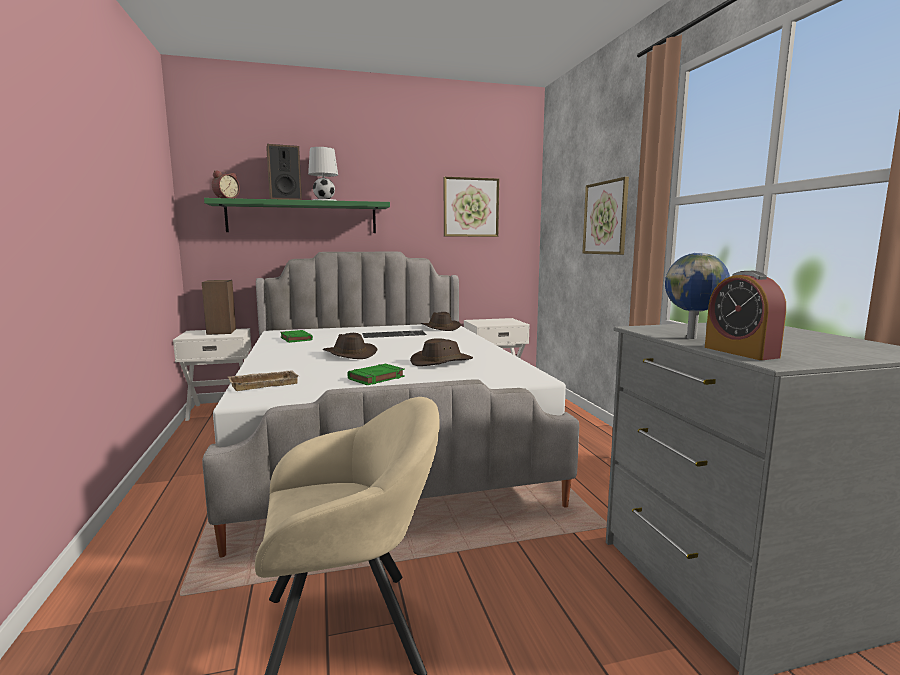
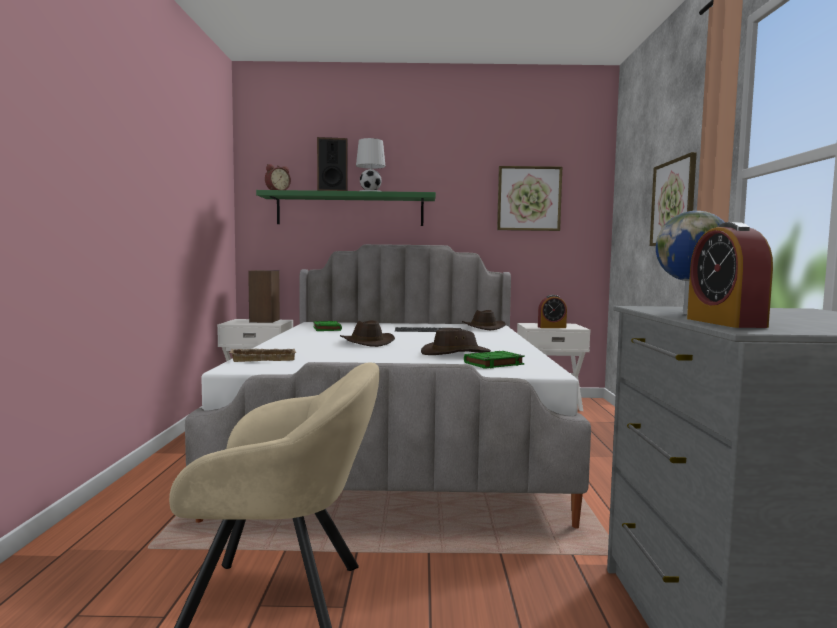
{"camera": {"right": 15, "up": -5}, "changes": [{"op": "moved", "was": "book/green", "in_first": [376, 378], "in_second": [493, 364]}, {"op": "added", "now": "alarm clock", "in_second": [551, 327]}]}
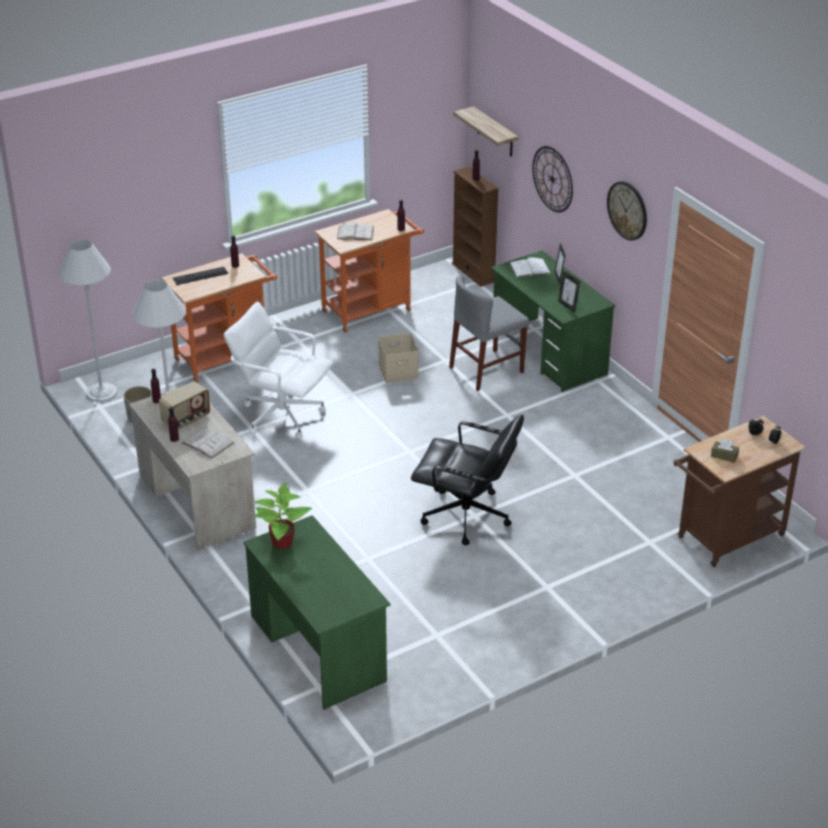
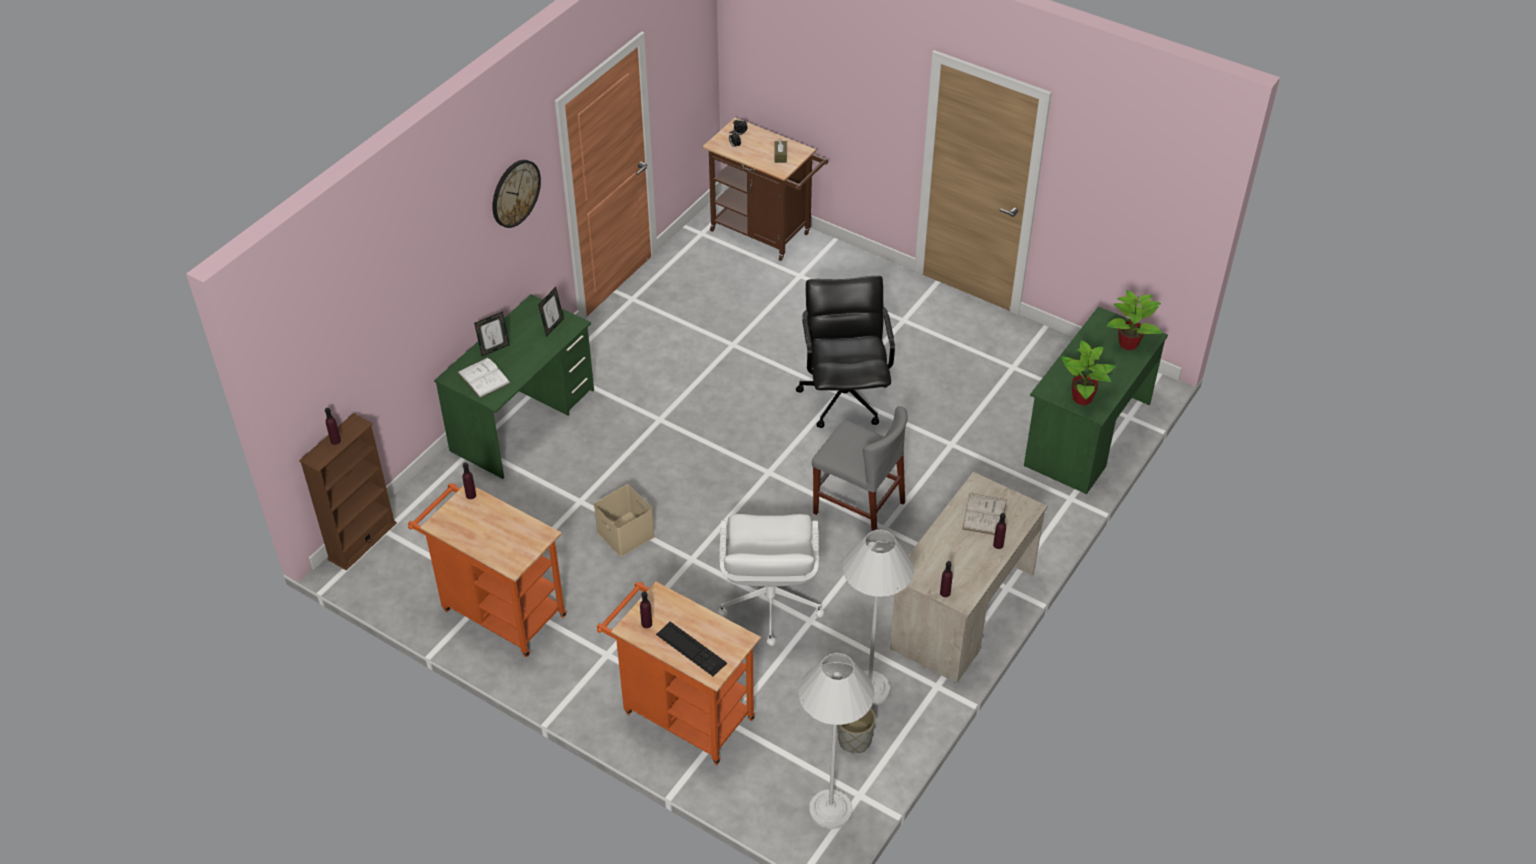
{"camera": {"right": -115, "up": 10}, "changes": [{"op": "removed", "was": "shelf", "in_first": [495, 132]}, {"op": "removed", "was": "wall clock", "in_first": [552, 179]}, {"op": "removed", "was": "book/white", "in_first": [355, 233]}, {"op": "moved", "was": "chair/grey", "in_first": [486, 370], "in_second": [858, 508]}, {"op": "removed", "was": "radio", "in_first": [186, 419]}, {"op": "added", "now": "potted plant", "in_second": [1129, 343]}]}
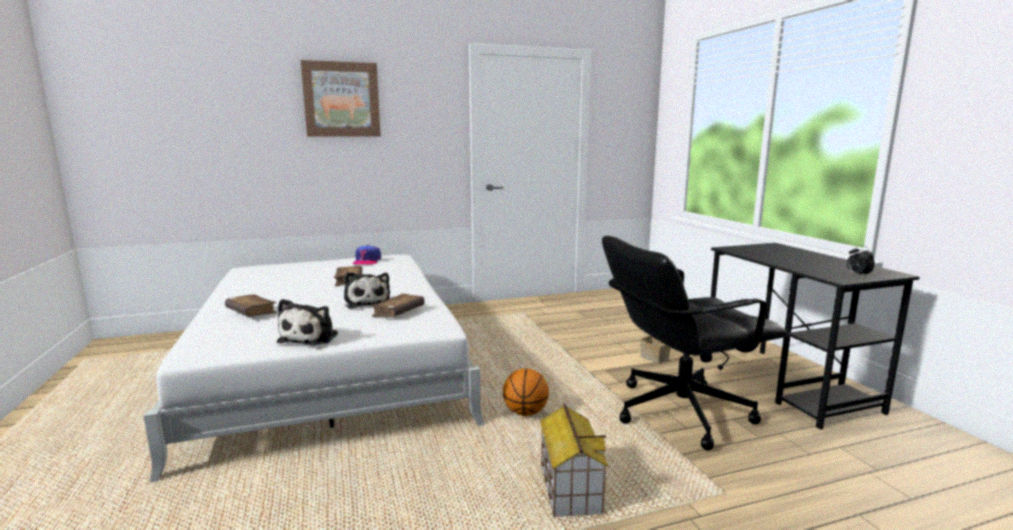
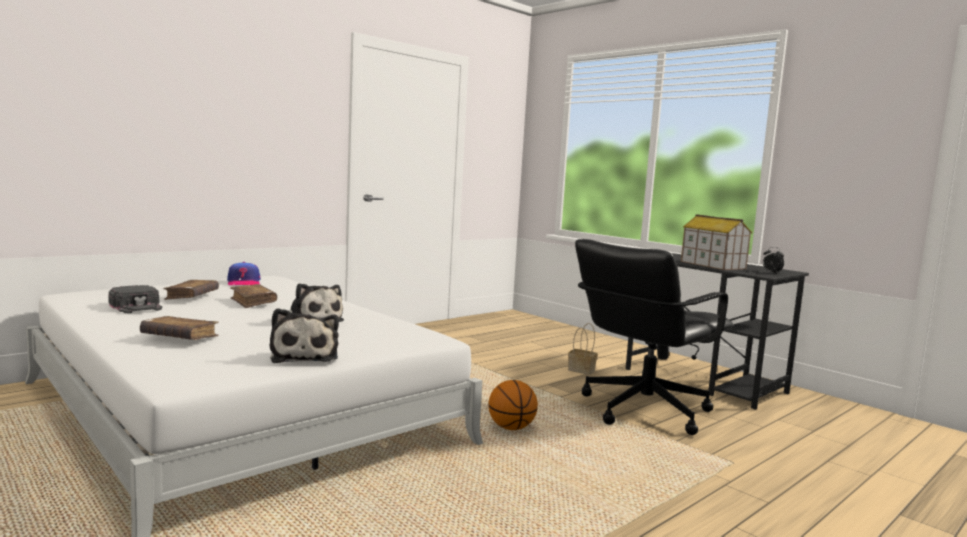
{"camera": {"right": -25, "up": -5}, "changes": [{"op": "removed", "was": "picture", "in_first": [341, 99]}, {"op": "moved", "was": "book/brown", "in_first": [398, 312], "in_second": [192, 296]}, {"op": "moved", "was": "toy house", "in_first": [569, 488], "in_second": [712, 265]}, {"op": "added", "now": "cap/black", "in_second": [136, 306]}]}
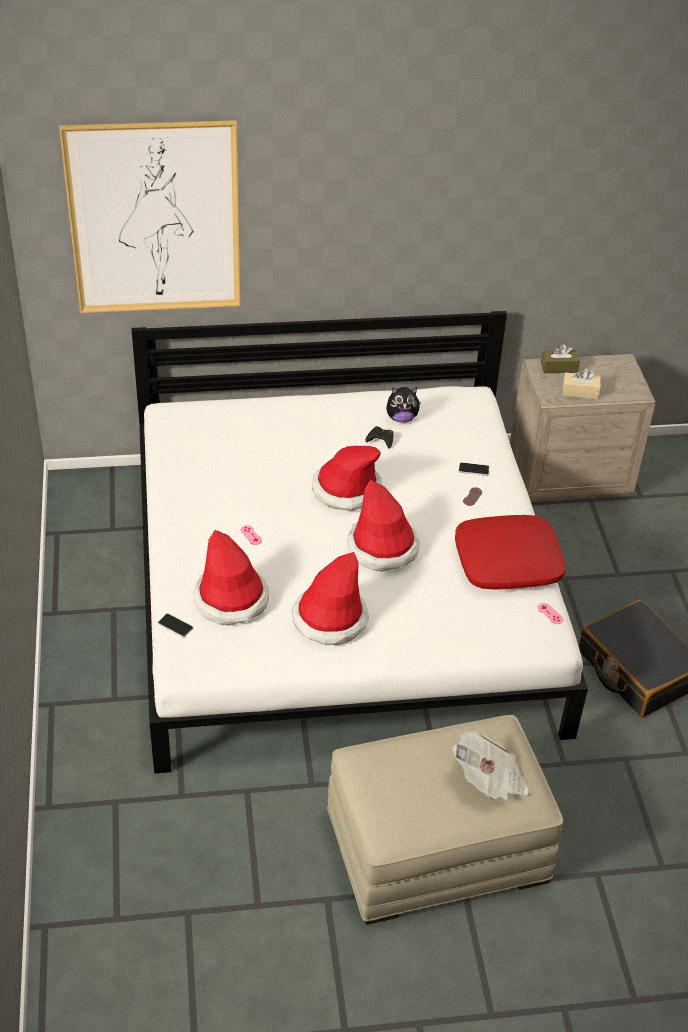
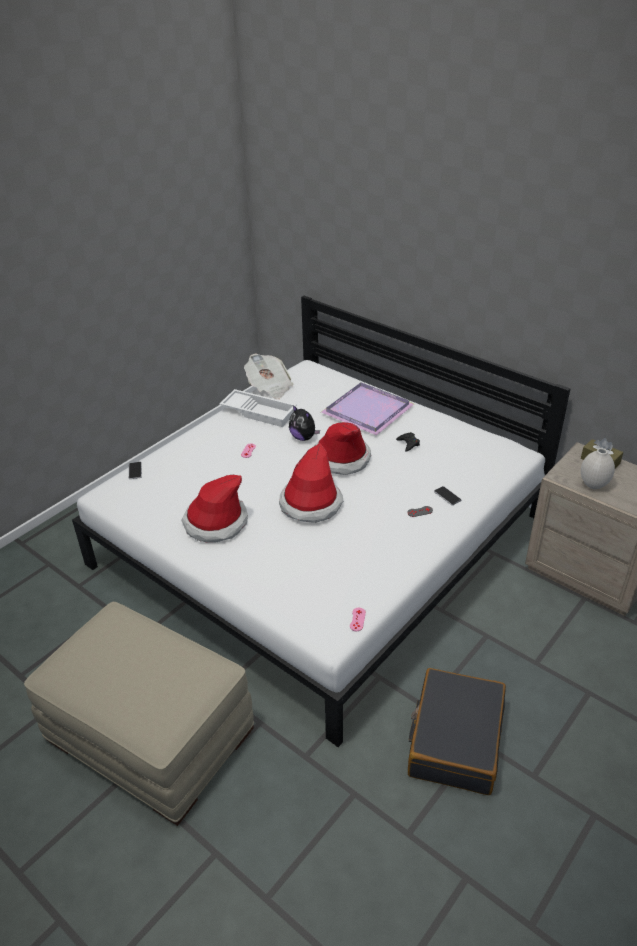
{"camera": {"right": 50, "up": -5}, "changes": [{"op": "removed", "was": "picture", "in_first": [154, 219]}, {"op": "replaced", "was": "tissue box/beige", "now": "vase/white", "in_first": [580, 392], "in_second": [594, 485]}, {"op": "moved", "was": "plush toy", "in_first": [401, 418], "in_second": [303, 437]}, {"op": "removed", "was": "pillow/red", "in_first": [507, 562]}, {"op": "removed", "was": "hat", "in_first": [231, 599]}, {"op": "moved", "was": "newspaper", "in_first": [489, 780], "in_second": [269, 387]}, {"op": "added", "now": "tray/purple", "in_second": [369, 410]}, {"op": "added", "now": "tray/white", "in_second": [259, 412]}]}
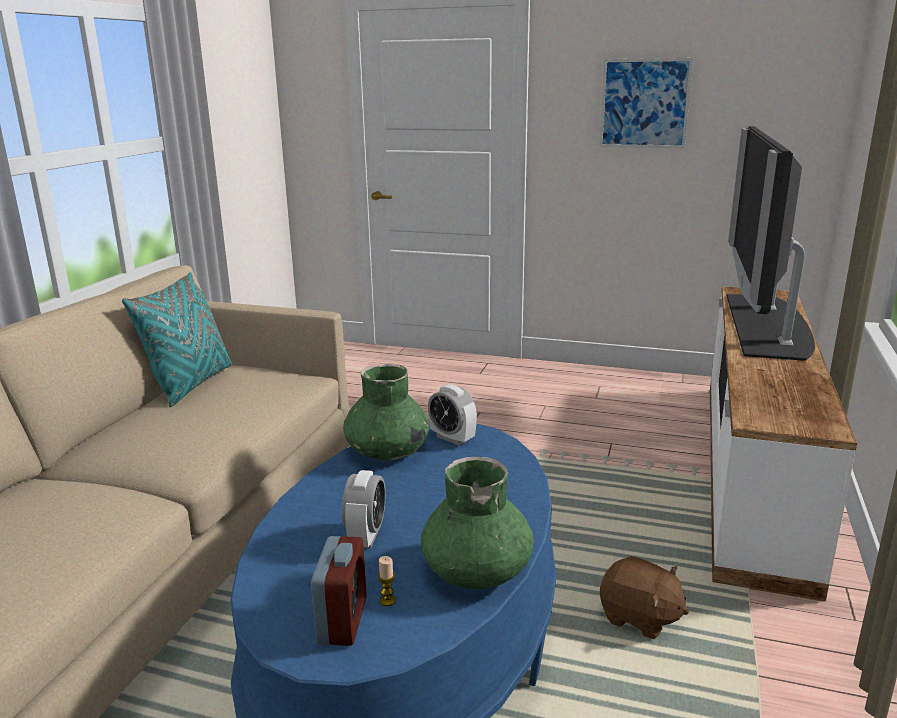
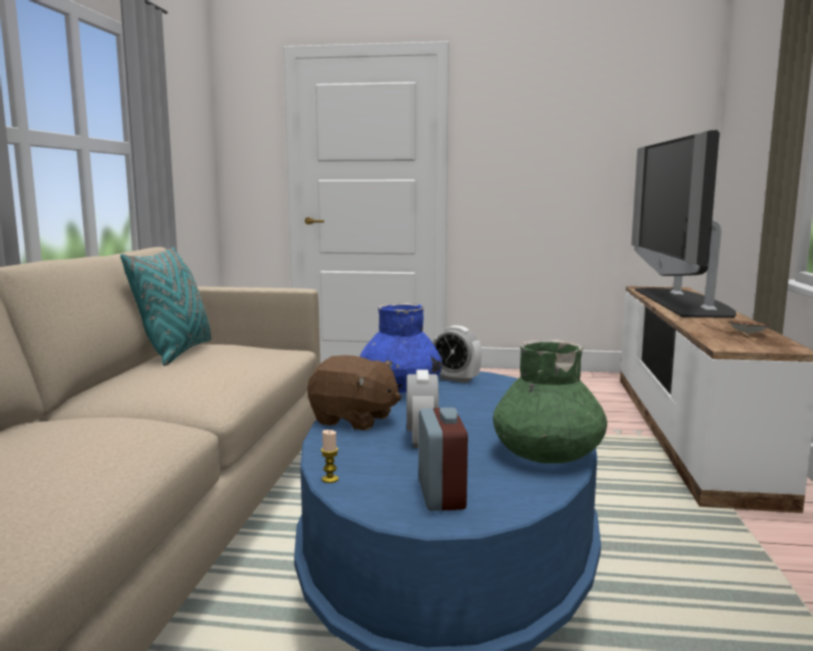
{"camera": {"right": -10, "up": -10}, "changes": [{"op": "removed", "was": "picture", "in_first": [644, 103]}, {"op": "recoloured", "was": "vase/green", "now": "vase/blue", "in_first": [387, 451], "in_second": [400, 389]}, {"op": "moved", "was": "candle", "in_first": [387, 600], "in_second": [330, 479]}, {"op": "moved", "was": "plush toy/brown", "in_first": [639, 617], "in_second": [354, 420]}, {"op": "added", "now": "bowl", "in_second": [747, 333]}]}
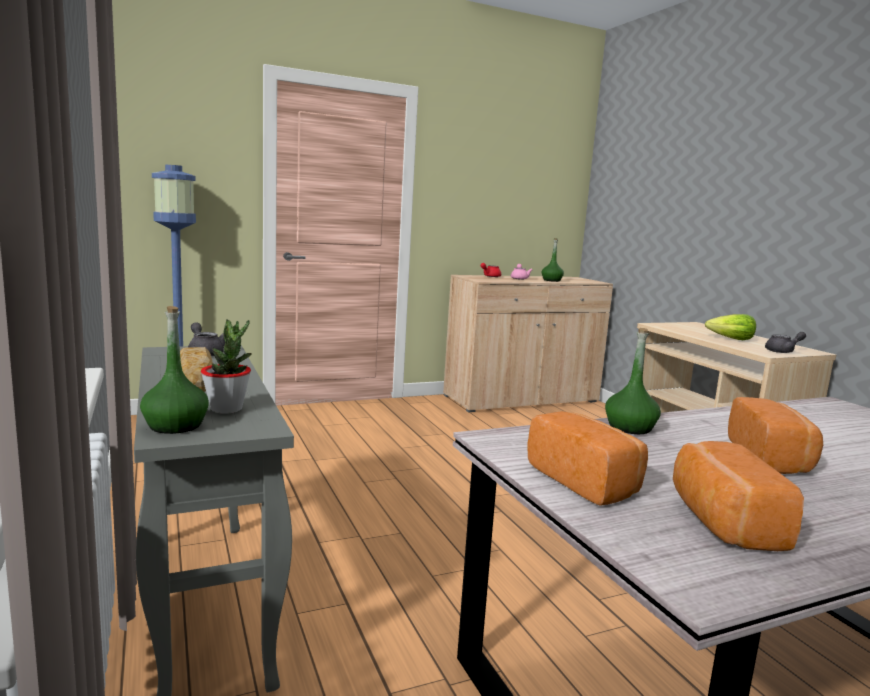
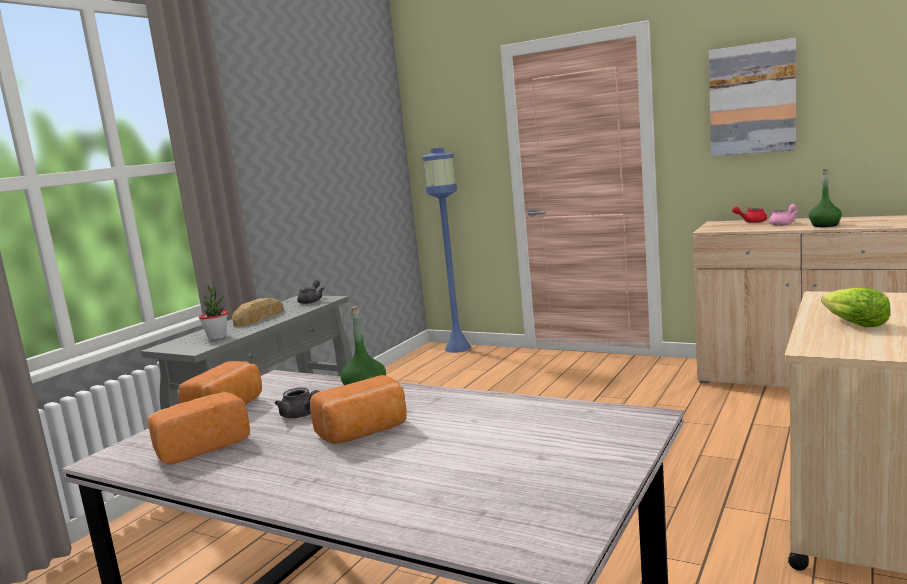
{"camera": {"right": 55, "up": 0}, "changes": [{"op": "removed", "was": "bottle/green", "in_first": [176, 426]}, {"op": "moved", "was": "teapot/grey", "in_first": [783, 351], "in_second": [302, 415]}, {"op": "added", "now": "picture", "in_second": [752, 99]}]}
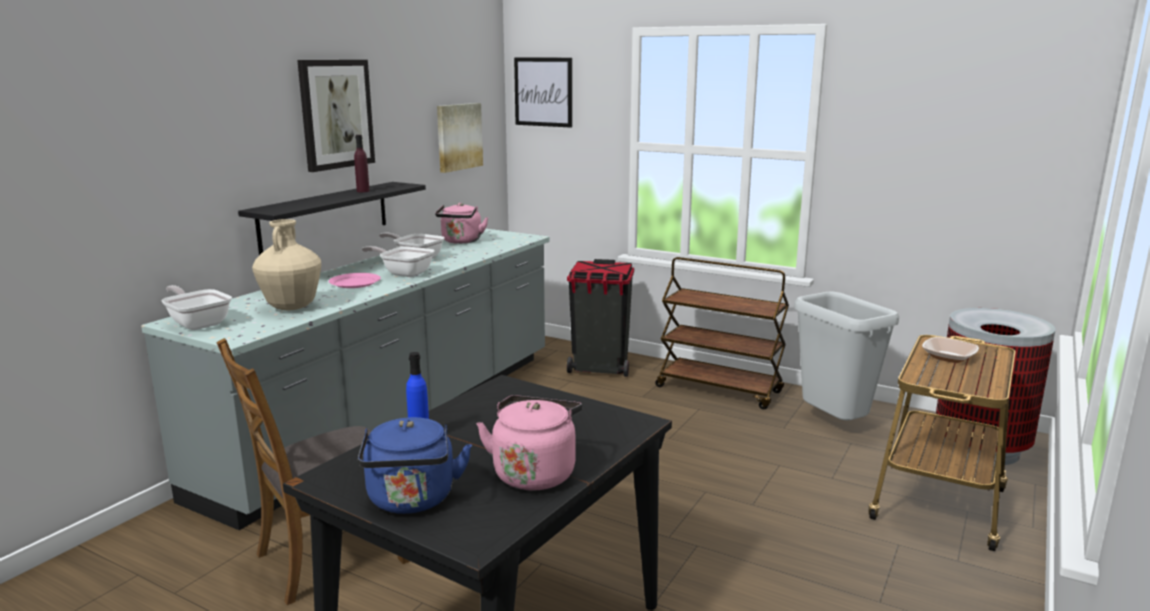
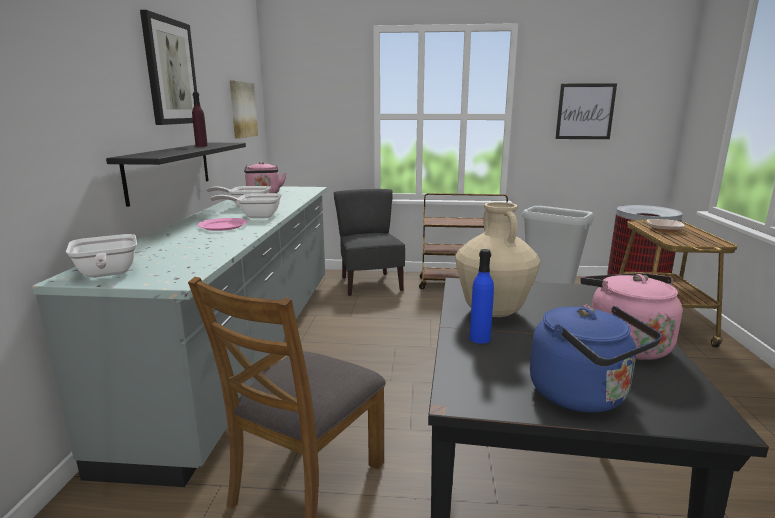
{"camera": {"right": -25, "up": 0}, "changes": [{"op": "moved", "was": "picture", "in_first": [543, 92], "in_second": [585, 111]}, {"op": "moved", "was": "vase/beige", "in_first": [291, 308], "in_second": [493, 312]}, {"op": "replaced", "was": "trash can/black", "now": "chair/grey", "in_first": [600, 369], "in_second": [370, 284]}, {"op": "turned", "was": "frying pan", "in_first": [198, 323], "in_second": [107, 274], "clockwise": -135}]}
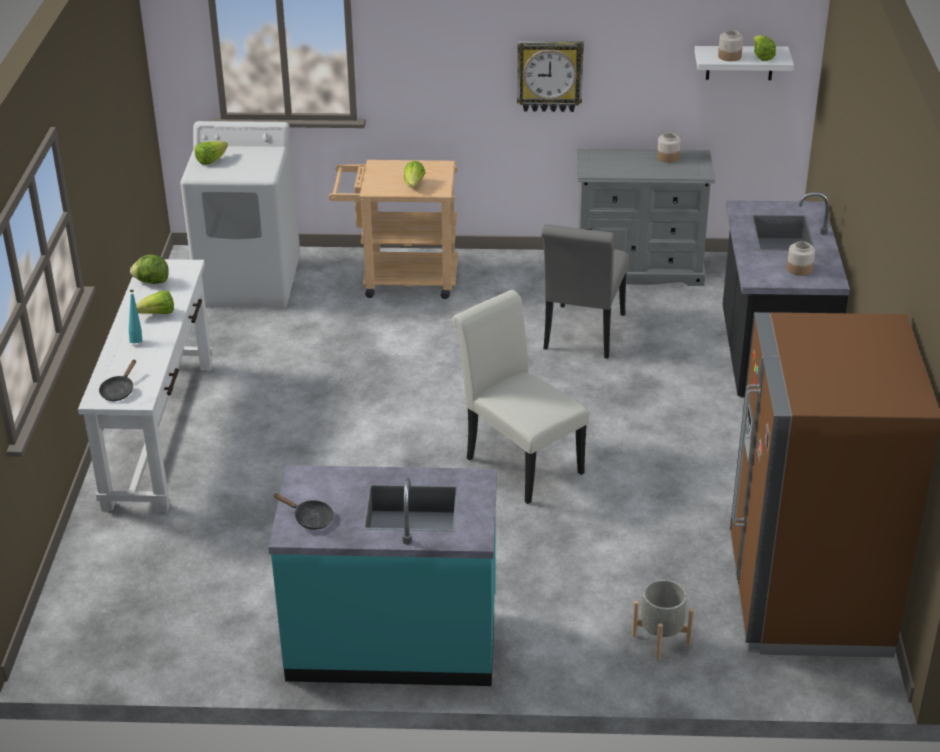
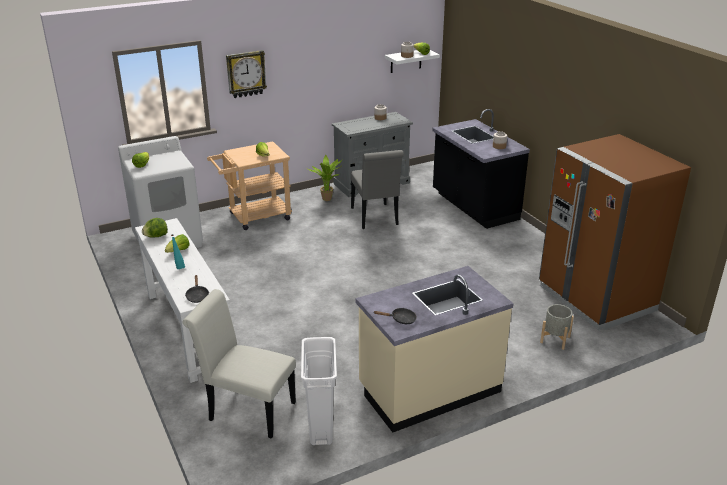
{"camera": {"right": -30, "up": -5}, "changes": [{"op": "moved", "was": "wall clock", "in_first": [549, 75], "in_second": [246, 74]}, {"op": "moved", "was": "chair/white", "in_first": [518, 462], "in_second": [247, 410]}, {"op": "recoloured", "was": "counter/turquoise", "now": "counter/beige", "in_first": [392, 641], "in_second": [429, 389]}, {"op": "added", "now": "potted plant", "in_second": [328, 200]}, {"op": "added", "now": "trash can/white", "in_second": [321, 427]}]}
